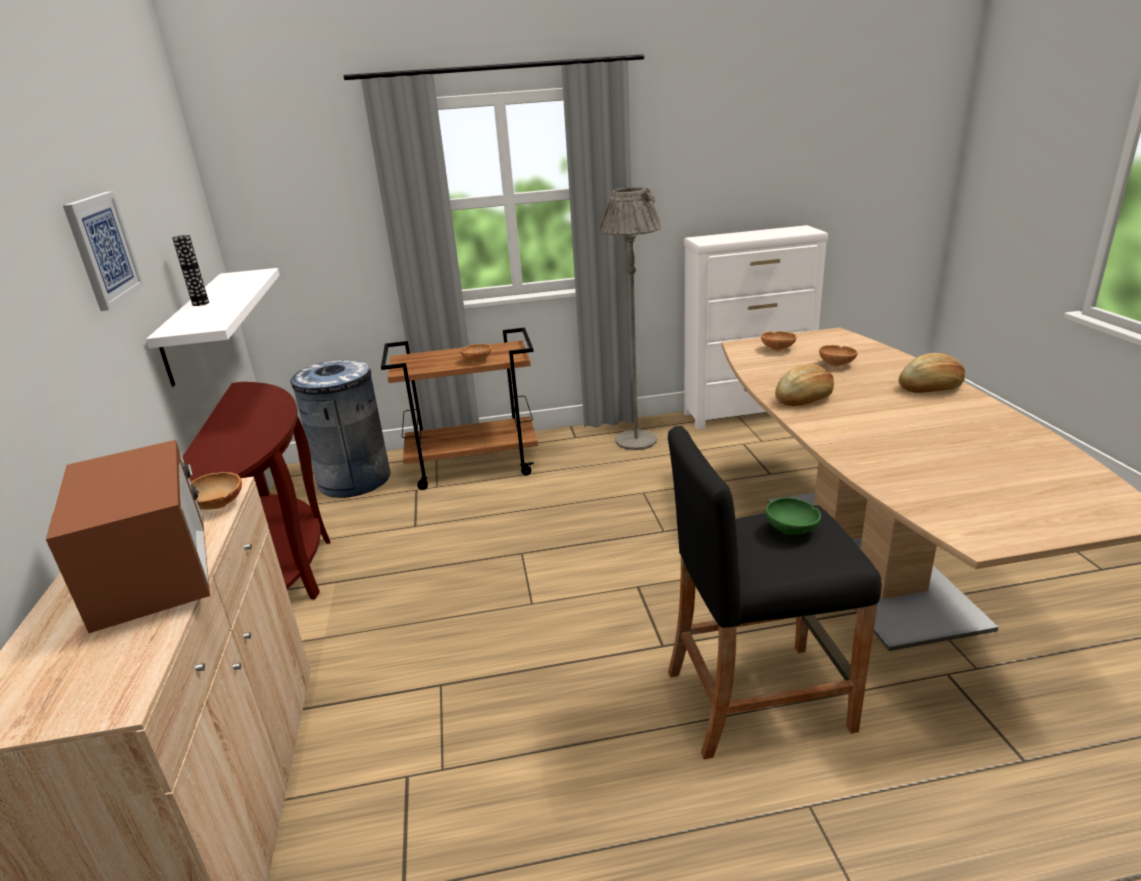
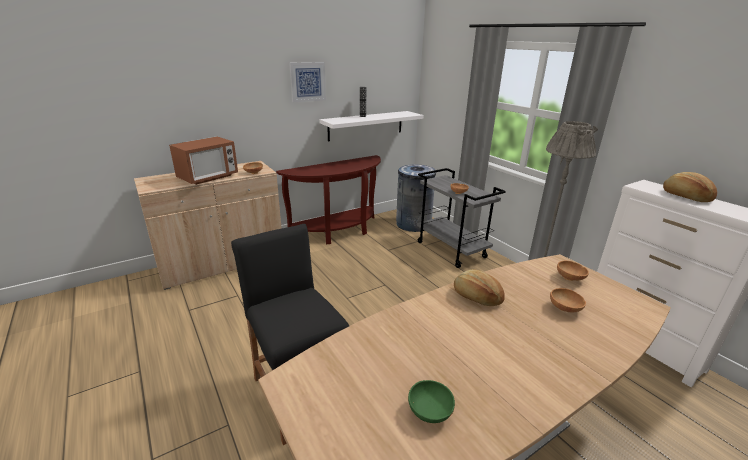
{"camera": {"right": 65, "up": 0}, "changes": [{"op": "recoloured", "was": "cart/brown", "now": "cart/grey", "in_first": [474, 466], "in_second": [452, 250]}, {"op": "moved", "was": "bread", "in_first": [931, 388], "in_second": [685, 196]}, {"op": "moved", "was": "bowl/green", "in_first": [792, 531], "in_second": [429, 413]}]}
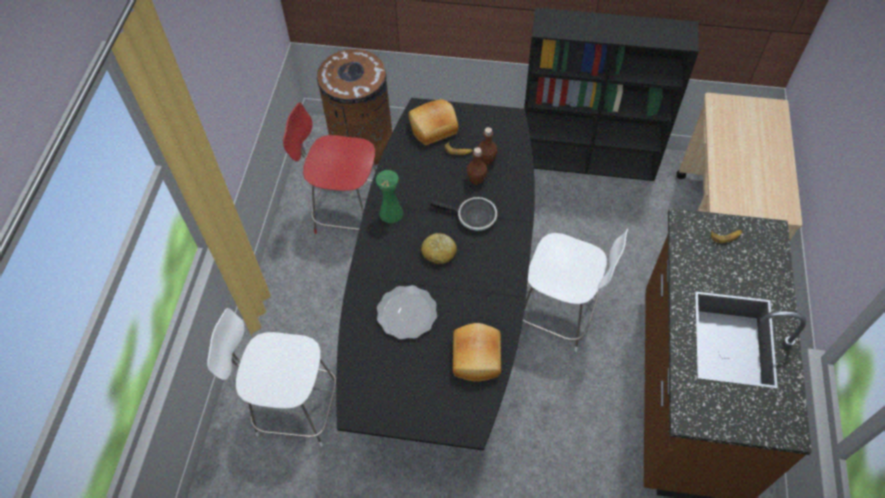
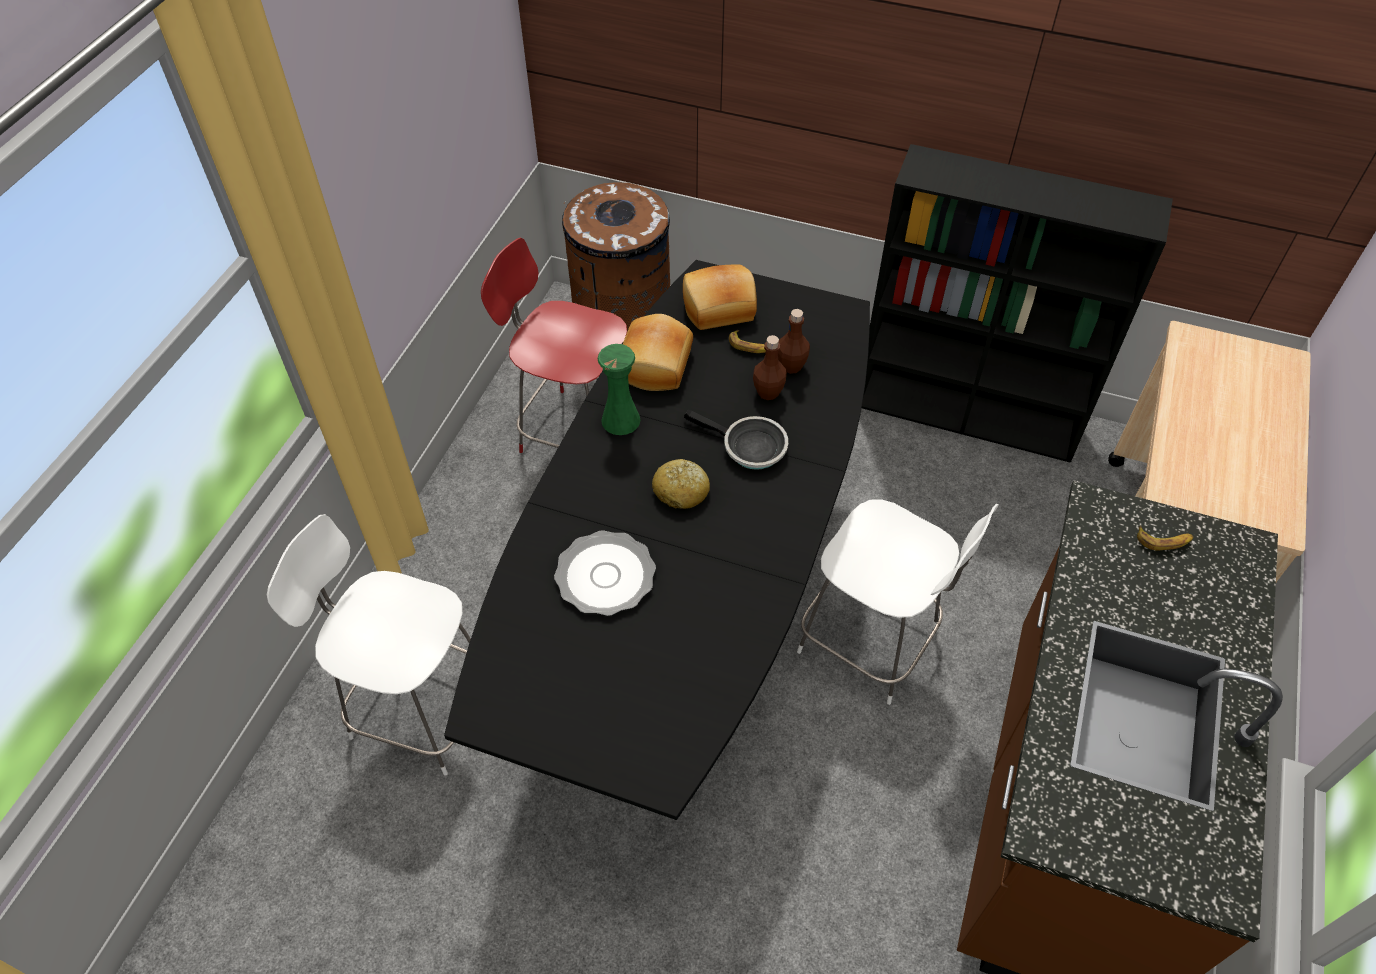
{"camera": {"right": 10, "up": -5}, "changes": [{"op": "moved", "was": "bread", "in_first": [478, 358], "in_second": [657, 365]}]}
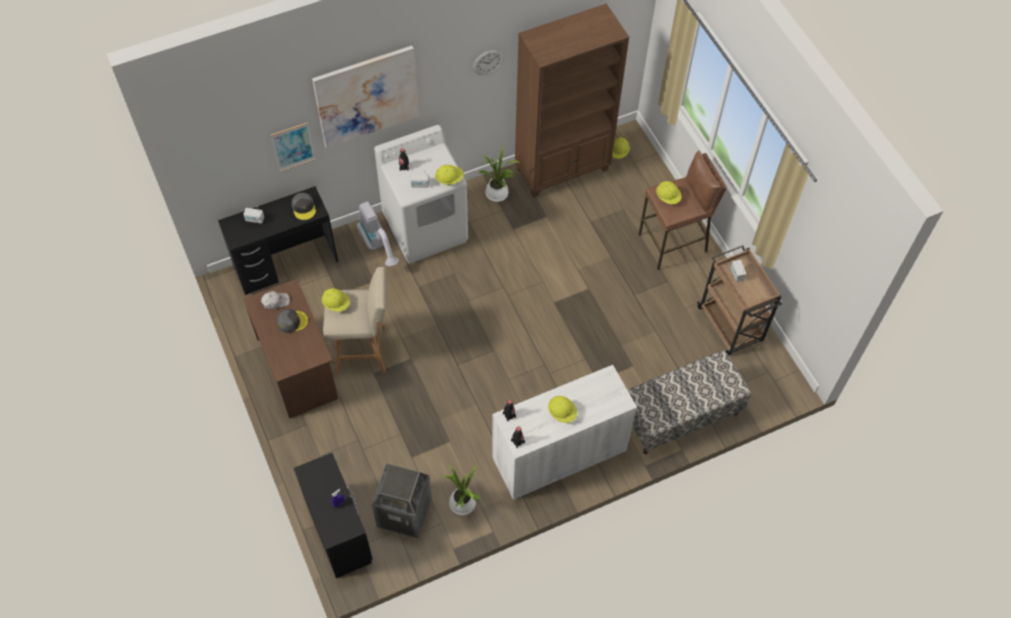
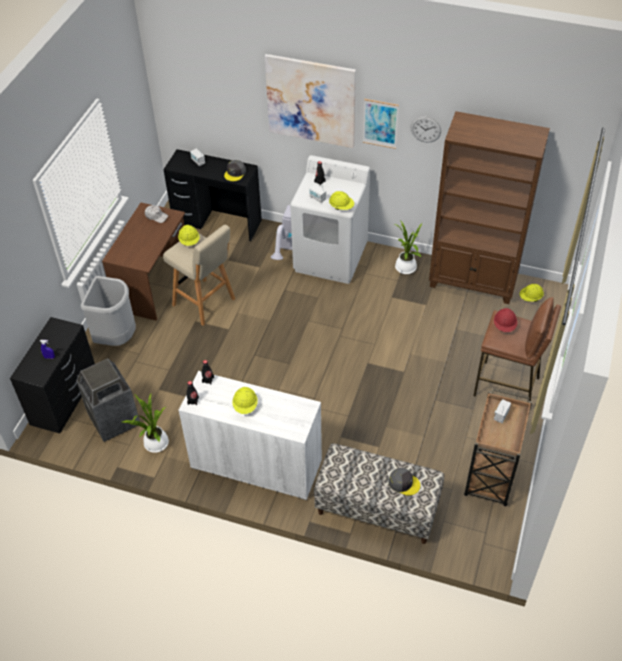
{"camera": {"right": 45, "up": -10}, "changes": [{"op": "moved", "was": "picture", "in_first": [293, 147], "in_second": [380, 123]}, {"op": "recoloured", "was": "hard hat/yellow", "now": "hard hat/red", "in_first": [668, 197], "in_second": [504, 326]}, {"op": "moved", "was": "cap/grey", "in_first": [292, 322], "in_second": [404, 483]}, {"op": "added", "now": "trash can/grey", "in_second": [117, 338]}]}
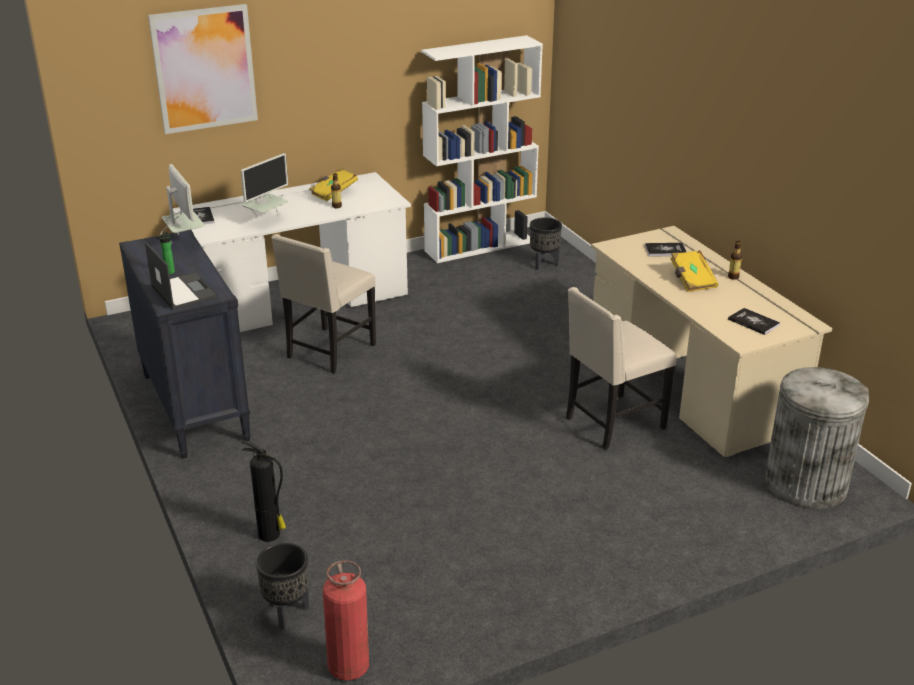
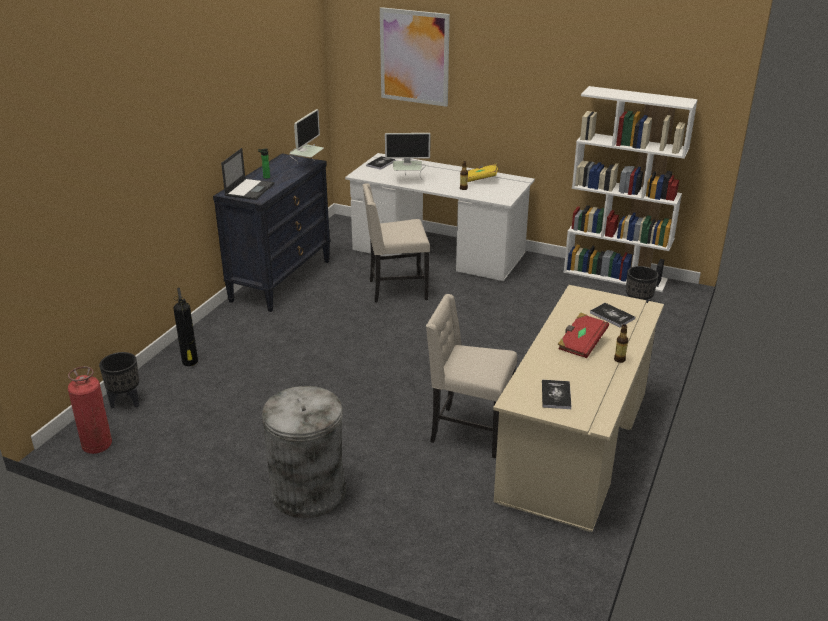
{"camera": {"right": 50, "up": 0}, "changes": [{"op": "recoloured", "was": "book/yellow", "now": "book/red", "in_first": [691, 280], "in_second": [581, 344]}, {"op": "moved", "was": "trash can/grey", "in_first": [806, 483], "in_second": [309, 492]}]}
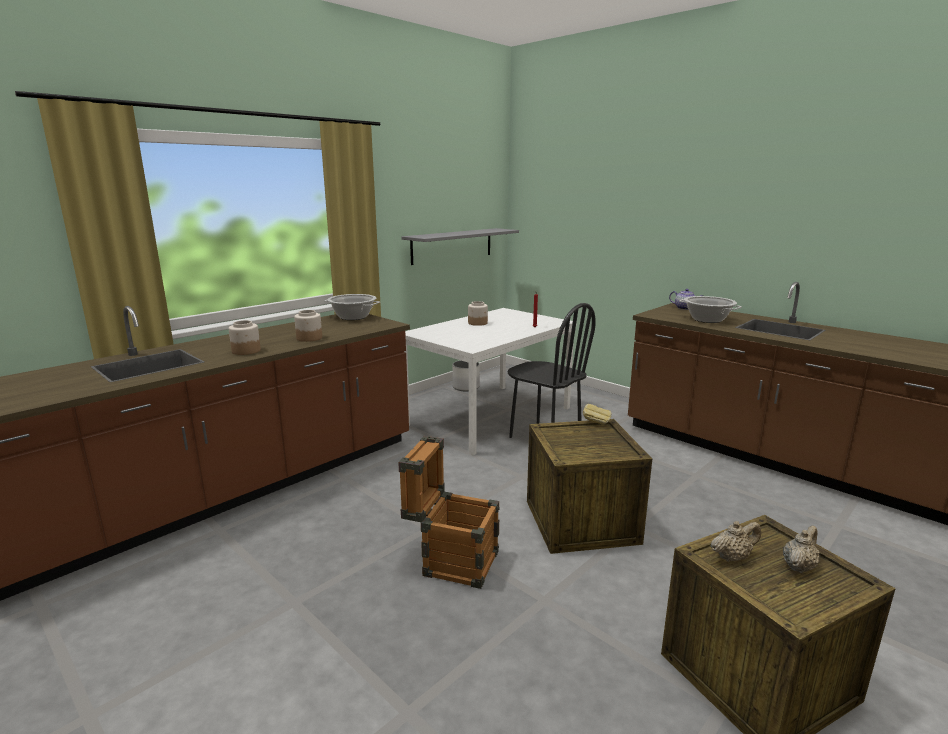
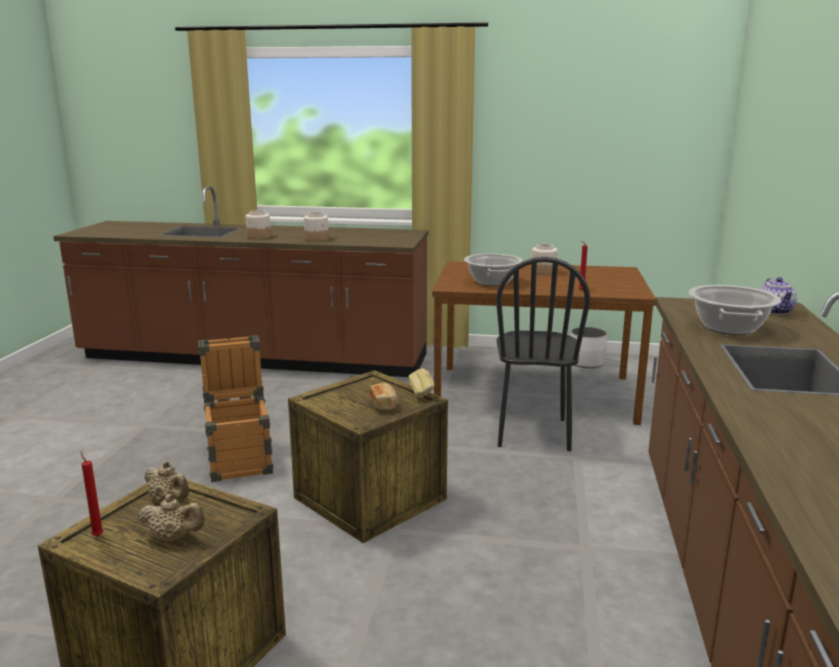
{"camera": {"right": 55, "up": 0}, "changes": [{"op": "removed", "was": "shelf/grey", "in_first": [452, 245]}, {"op": "moved", "was": "cooking pot", "in_first": [352, 317], "in_second": [492, 282]}, {"op": "recoloured", "was": "dining table/white", "now": "dining table/brown", "in_first": [489, 416], "in_second": [536, 393]}, {"op": "added", "now": "bread", "in_second": [384, 404]}, {"op": "added", "now": "candle/red", "in_second": [97, 535]}]}
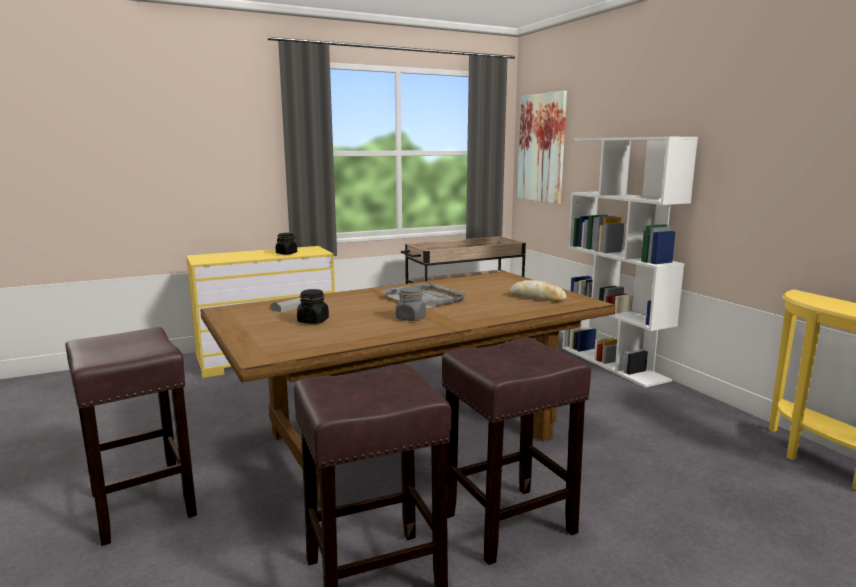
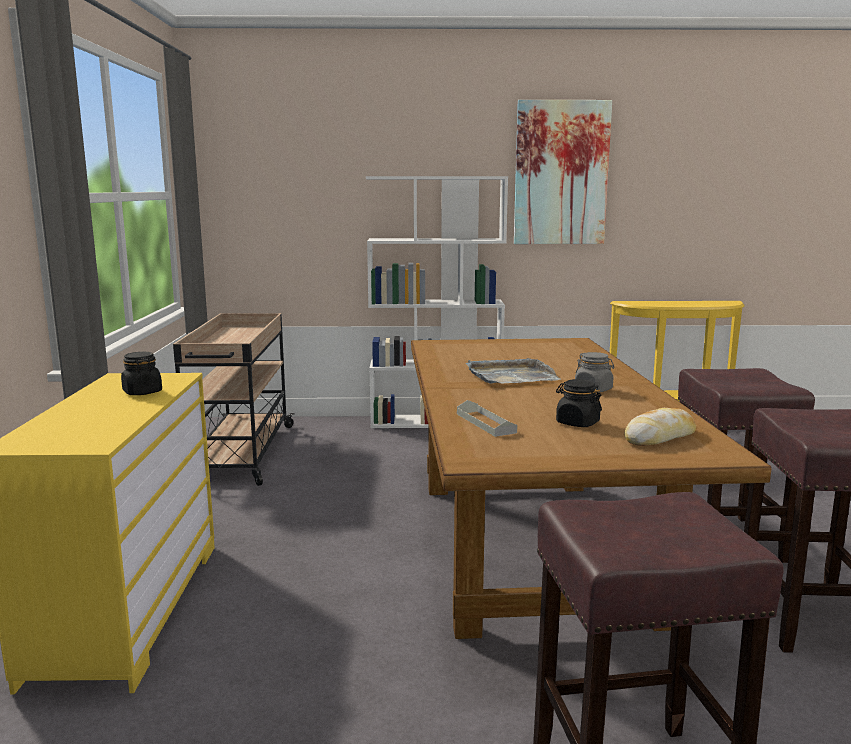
{"camera": {"right": -65, "up": 0}, "changes": [{"op": "moved", "was": "picture", "in_first": [542, 148], "in_second": [561, 173]}, {"op": "moved", "was": "bread", "in_first": [537, 297], "in_second": [660, 437]}]}
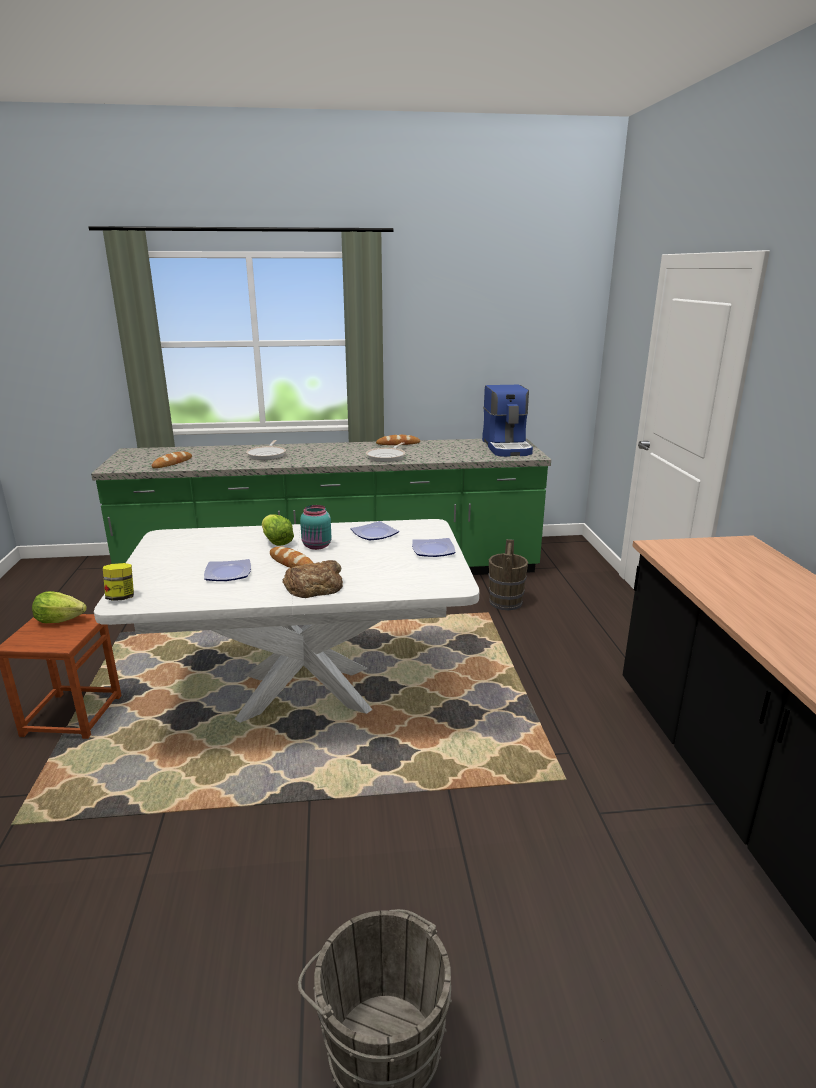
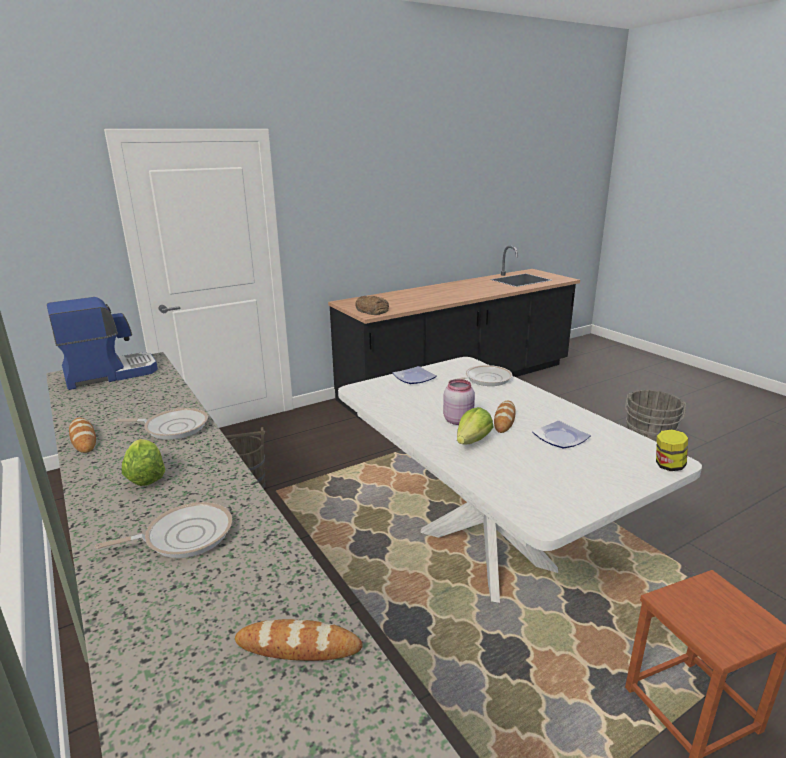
{"camera": {"right": -115, "up": 0}, "changes": [{"op": "recoloured", "was": "jar/turquoise", "now": "jar/pink", "in_first": [317, 546], "in_second": [458, 420]}, {"op": "removed", "was": "plate", "in_first": [375, 534]}, {"op": "moved", "was": "bread", "in_first": [314, 585], "in_second": [372, 310]}, {"op": "moved", "was": "lettuce", "in_first": [60, 620], "in_second": [145, 477]}, {"op": "added", "now": "frying pan", "in_second": [485, 379]}]}
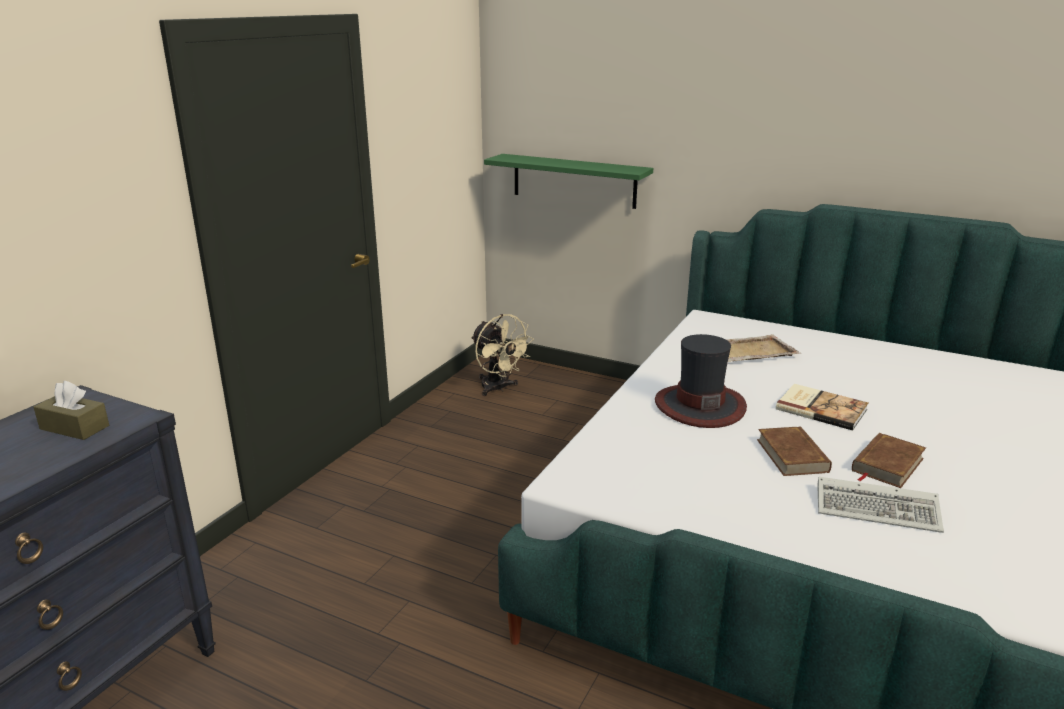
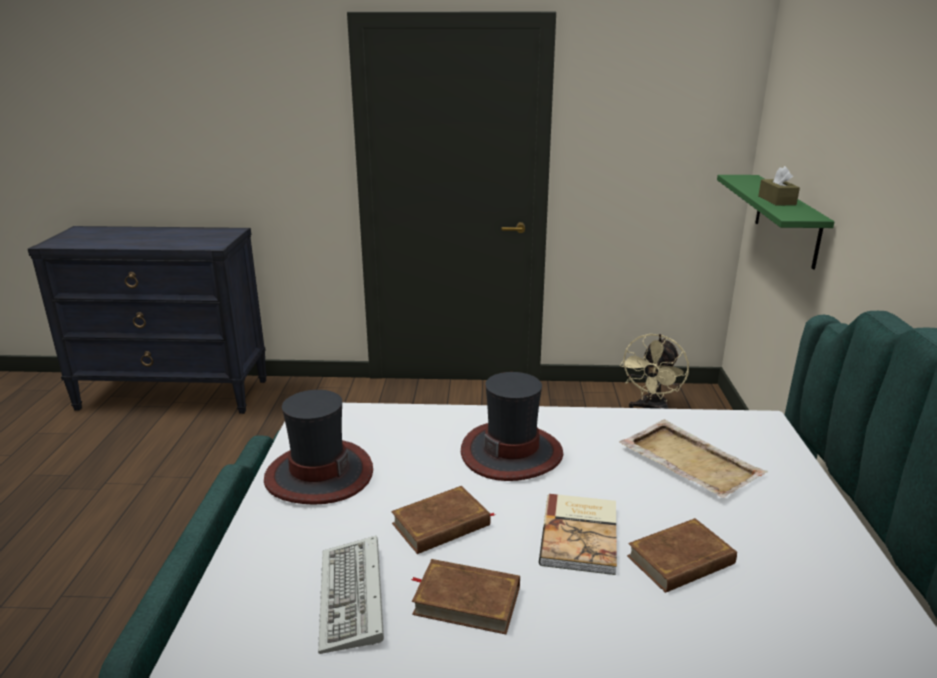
{"camera": {"right": 65, "up": 0}, "changes": [{"op": "moved", "was": "tissue box/brown", "in_first": [74, 427], "in_second": [776, 200]}, {"op": "added", "now": "hat", "in_second": [318, 474]}, {"op": "added", "now": "book/brown", "in_second": [681, 561]}]}
